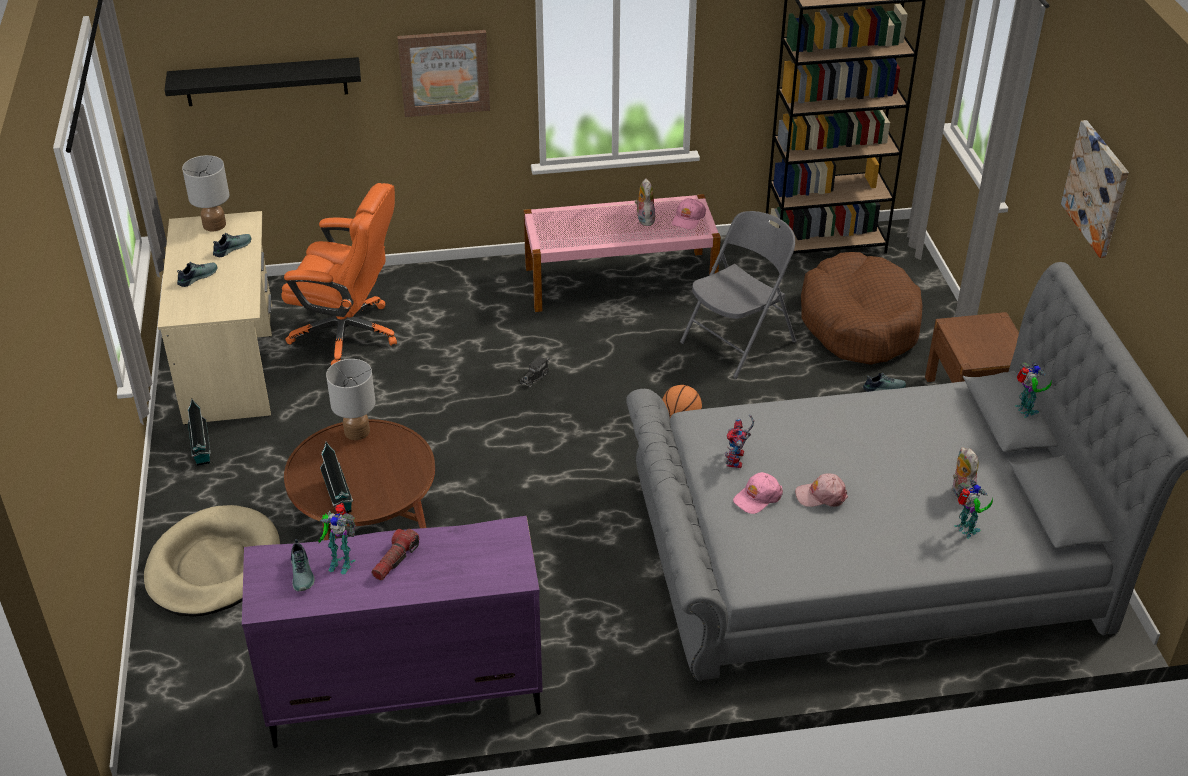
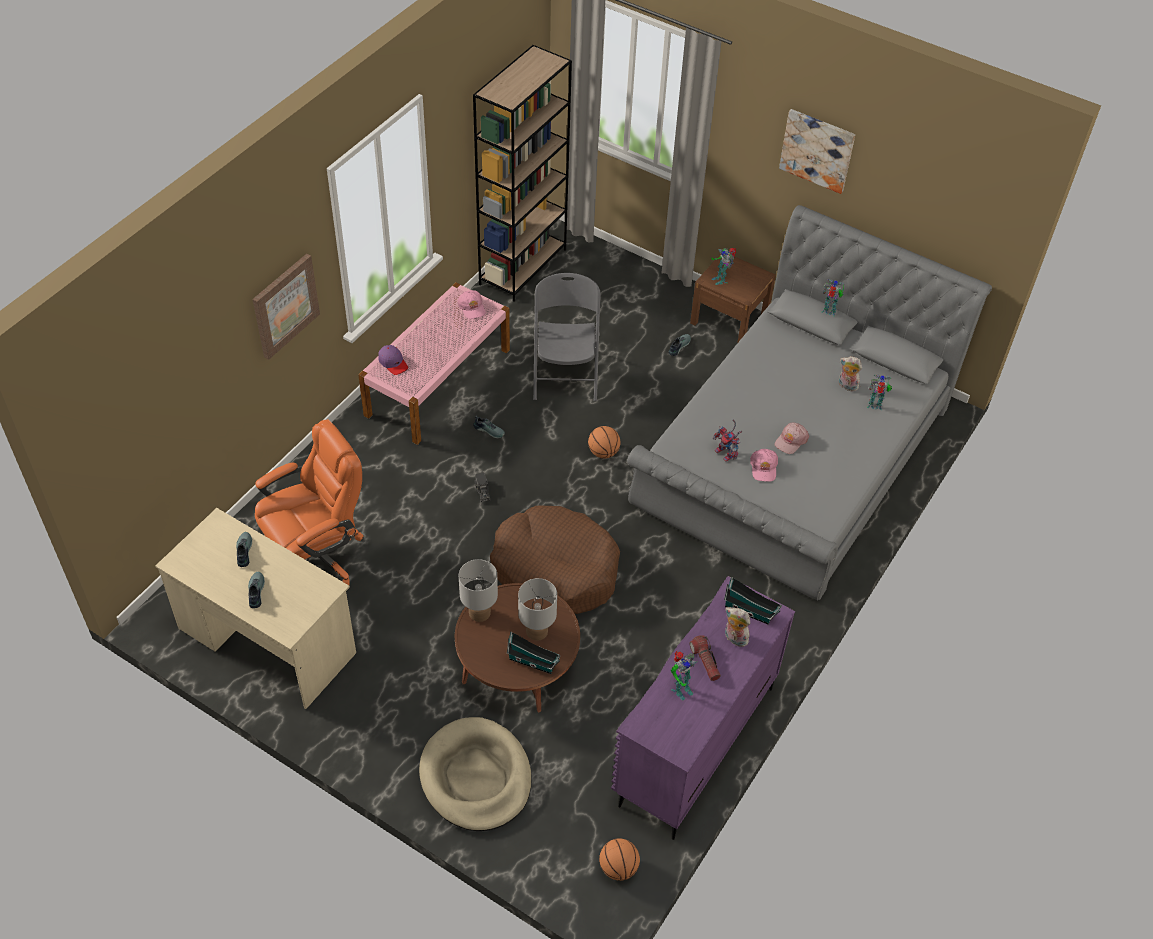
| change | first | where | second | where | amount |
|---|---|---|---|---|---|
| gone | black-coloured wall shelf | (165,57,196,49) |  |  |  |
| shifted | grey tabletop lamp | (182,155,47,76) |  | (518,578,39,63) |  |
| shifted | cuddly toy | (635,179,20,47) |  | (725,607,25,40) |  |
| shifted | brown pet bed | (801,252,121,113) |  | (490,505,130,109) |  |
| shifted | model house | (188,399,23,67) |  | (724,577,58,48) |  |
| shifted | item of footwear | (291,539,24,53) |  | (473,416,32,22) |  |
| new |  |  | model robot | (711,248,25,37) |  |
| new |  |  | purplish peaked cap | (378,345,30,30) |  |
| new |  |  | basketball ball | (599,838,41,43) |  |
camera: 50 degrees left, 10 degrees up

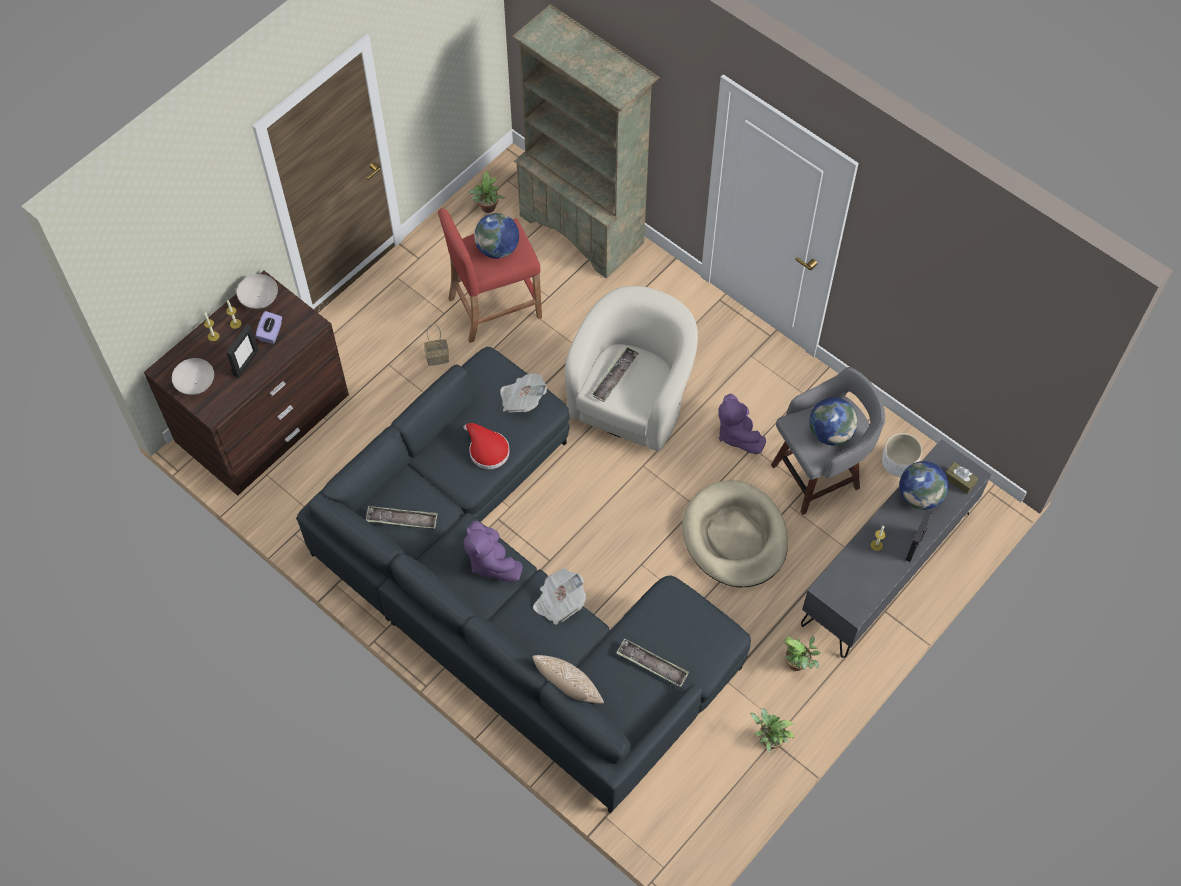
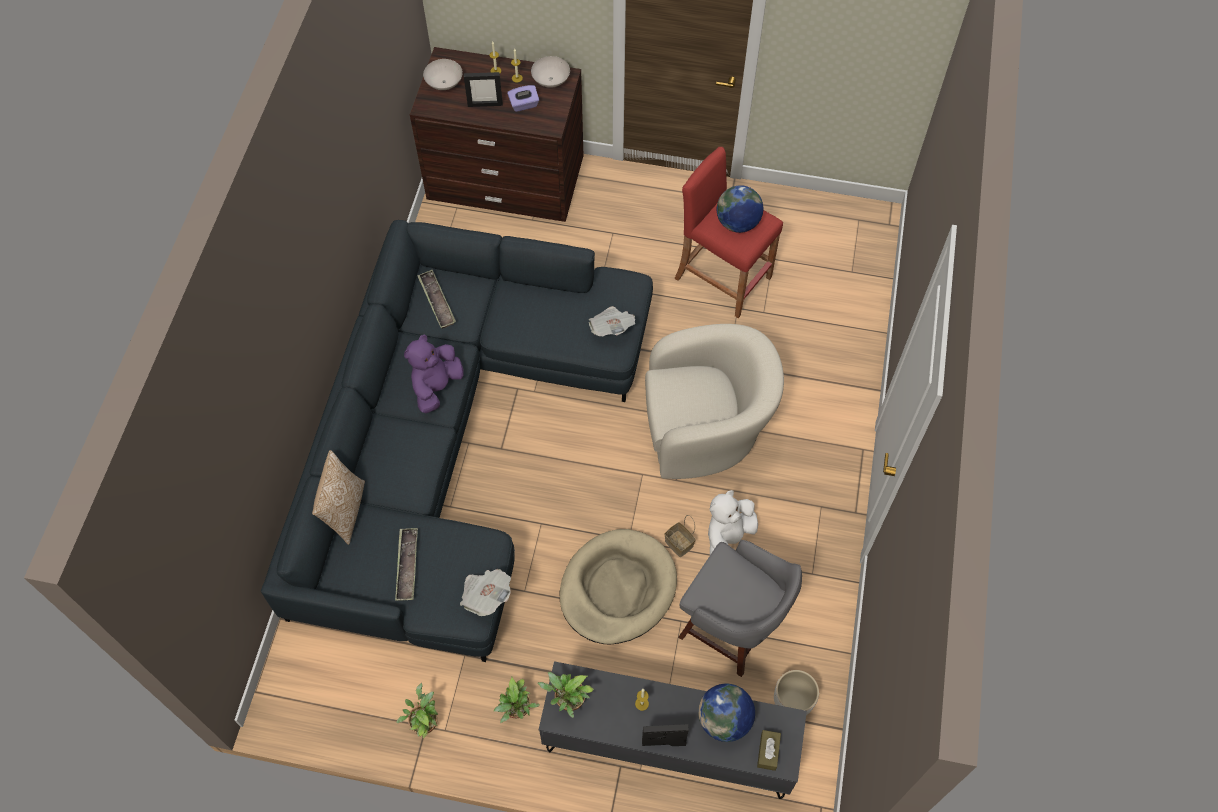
| change | first | where | second | where | amount |
|---|---|---|---|---|---|
| gone | green bookcase | (512,4,148,275) |  |  |  |
| shifted | houseplant | (468,171,37,42) |  | (538,672,56,46) |  |
| shifted | basket | (424,324,25,42) |  | (665,515,31,42) |  |
| gone | serving tray | (591,347,48,55) |  |  |  |
| repainted | purplish cuddly toy | (718,394,48,60) | white-coloured cuddly toy | (708,490,50,65) |  |
| gone | world globe | (809,398,49,47) |  |  |  |
| gone | reddish clothing hat | (463,423,47,46) |  |  |  |
| shifted | newspaper | (533,568,53,57) |  | (460,569,51,47) |  |
camera: 60 degrees right, 0 degrees up

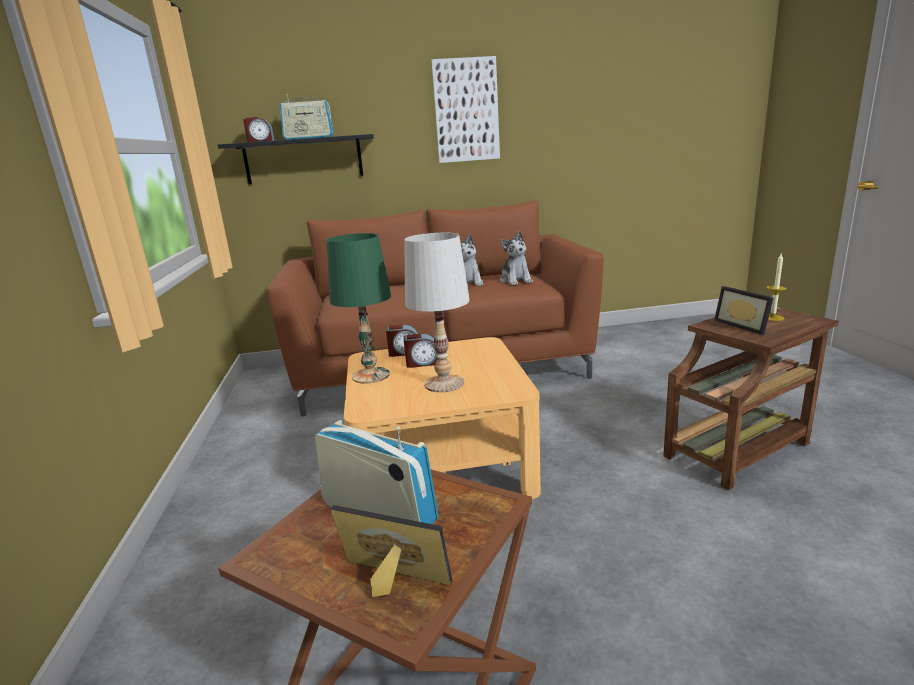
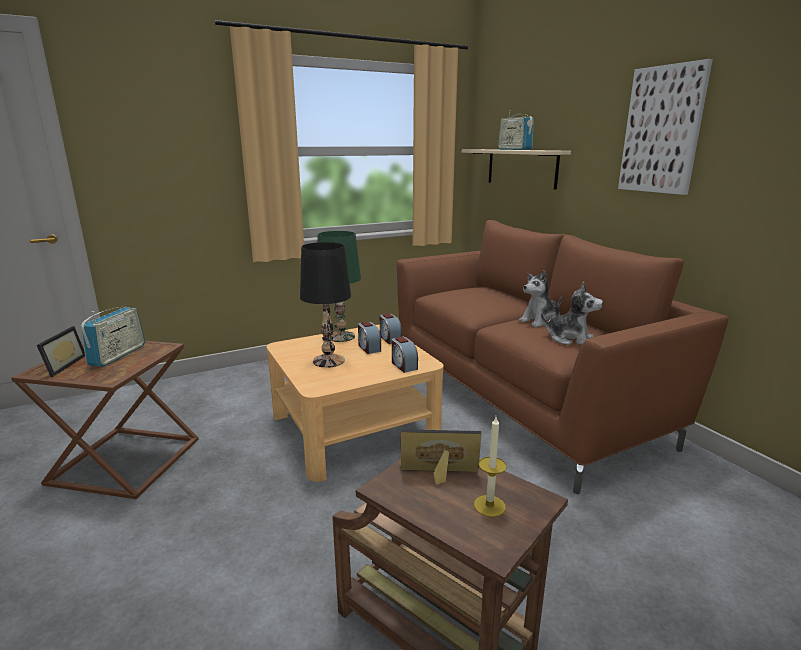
| change | first | where | second | where | amount |
|---|---|---|---|---|---|
| shifted | alarm clock | (243,117,32,25) |  | (392,337,26,36) |  |
| repainted | black-coloured wall shelf | (218,134,156,50) | beige-coloured wall shelf | (462,149,109,41) |  |
| rotated | cuddly toy | (500,231,33,54) |  | (541,282,62,63) | 120 degrees counterclockwise |
| repainted | white-coloured tabletop lamp | (404,233,66,159) | black-coloured tabletop lamp | (300,242,51,126) |  |
| rotated | standing frame | (714,286,60,49) |  | (401,429,81,56) | 45 degrees clockwise |
camera: 70 degrees right, 0 degrees up

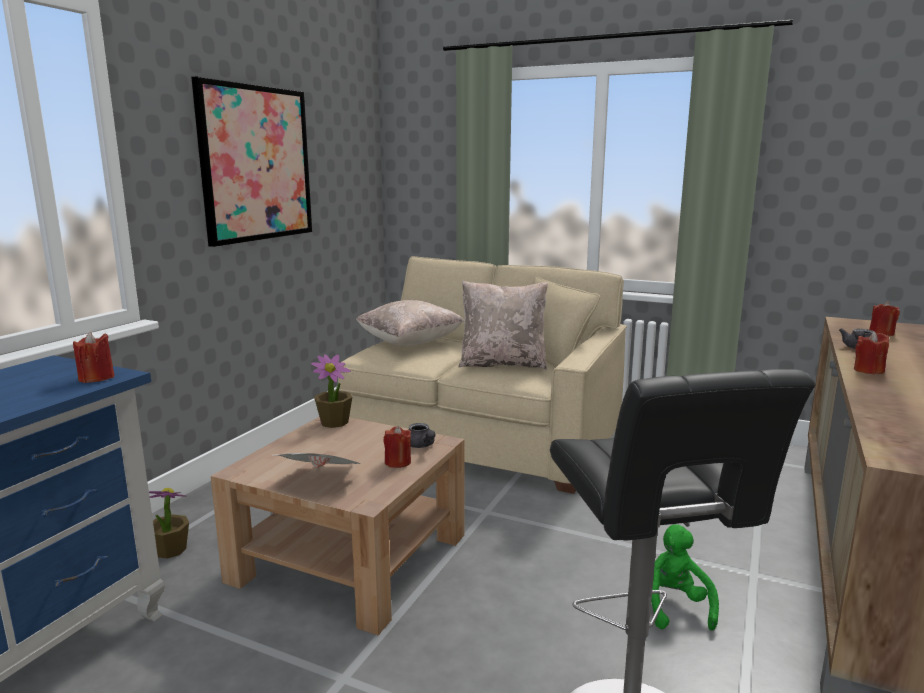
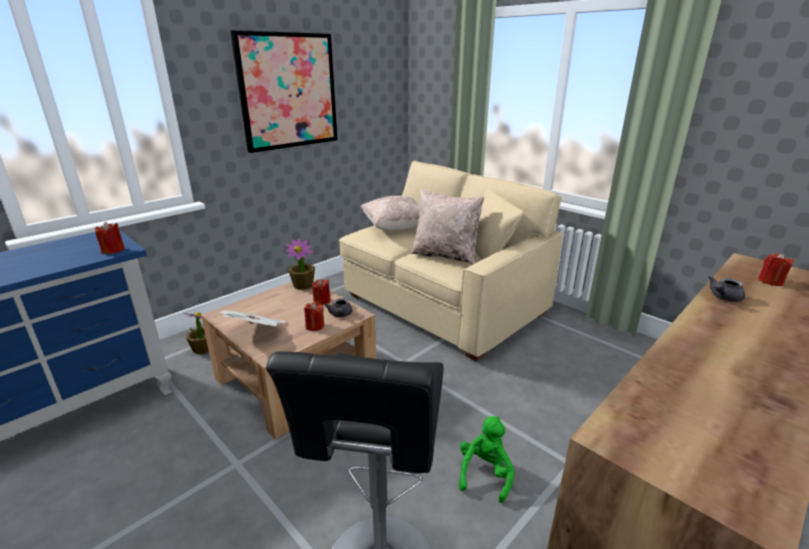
| change | first | where | second | where | amount |
|---|---|---|---|---|---|
| shifted | reddish wax candle | (854,332,35,42) |  | (312,278,19,27) |  |
camera: 20 degrees right, 10 degrees up

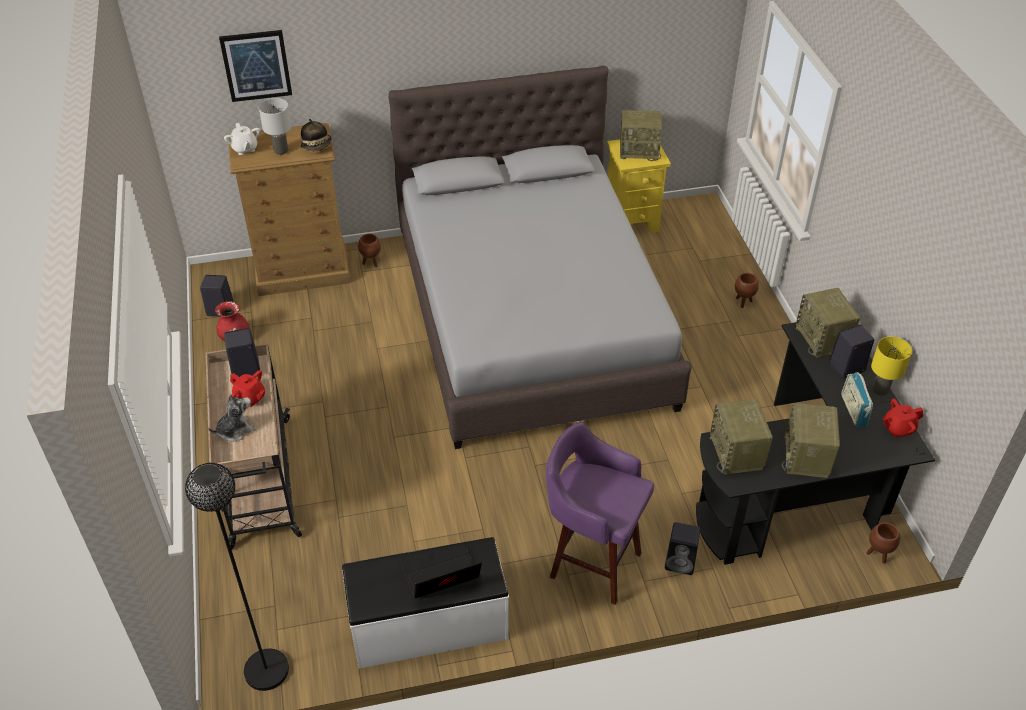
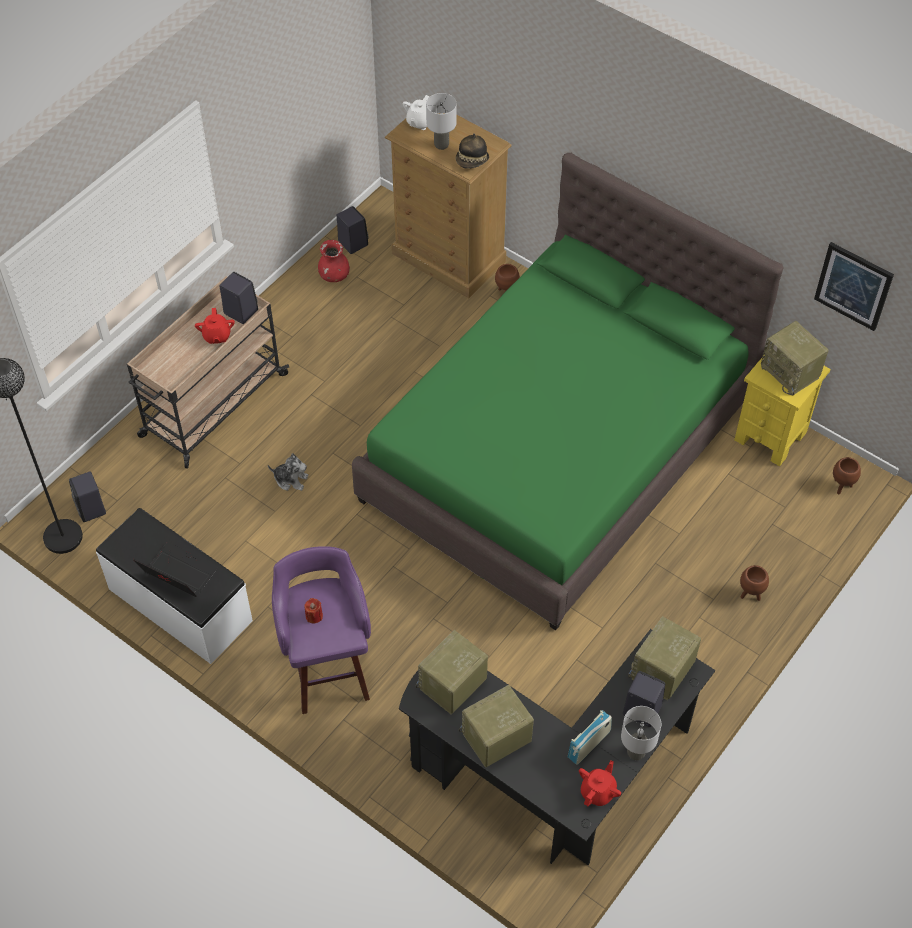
| change | first | where | second | where | amount |
|---|---|---|---|---|---|
| shifted | wall art | (219,30,73,72) |  | (814,242,80,89) |  |
| repainted | grey bedroom bed | (388,66,303,383) | green bedroom bed | (352,153,431,477) |  |
| repainted | yellow tabletop lamp | (871,336,41,60) | white-coloured tabletop lamp | (621,706,40,54) |  |
| shifted | cuddly toy | (208,393,47,49) |  | (268,453,40,38) |  |
| rotated | reddish tea pot | (883,399,40,39) |  | (579,760,42,46) | 90 degrees clockwise |
| shifted | black-coloured loudspeaker | (665,522,35,53) |  | (69,471,37,51) |  |
| shifted | brown planter | (867,522,33,42) |  | (833,457,28,37) |  |
| new |  |  | reddish wax candle | (304,598,19,25) |  |
camera: 50 degrees right, 10 degrees up

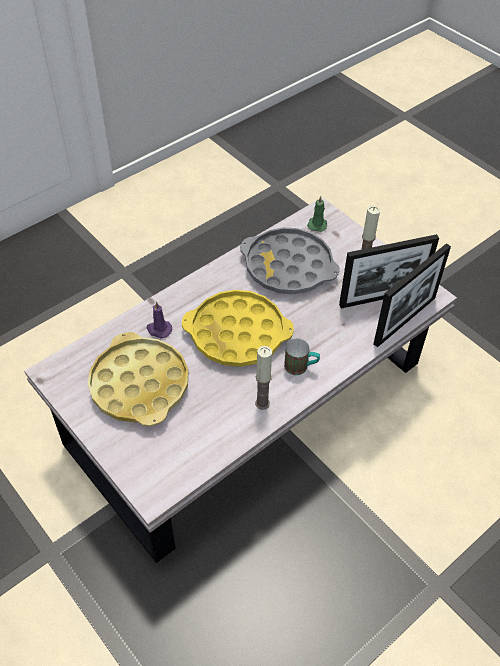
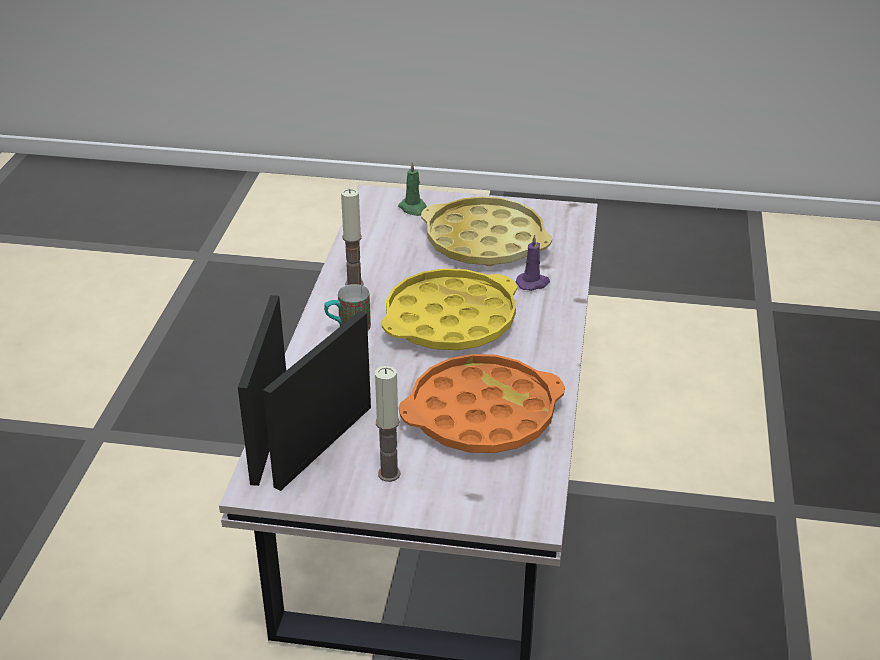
| change | first | where | second | where | amount |
|---|---|---|---|---|---|
| shifted | green wax candle | (307,196,20,36) |  | (398,162,29,54) |  |
| repainted | grey serving tray | (240,227,100,67) | orangey serving tray | (399,354,166,99) |  |
camera: 140 degrees right, 15 degrees down

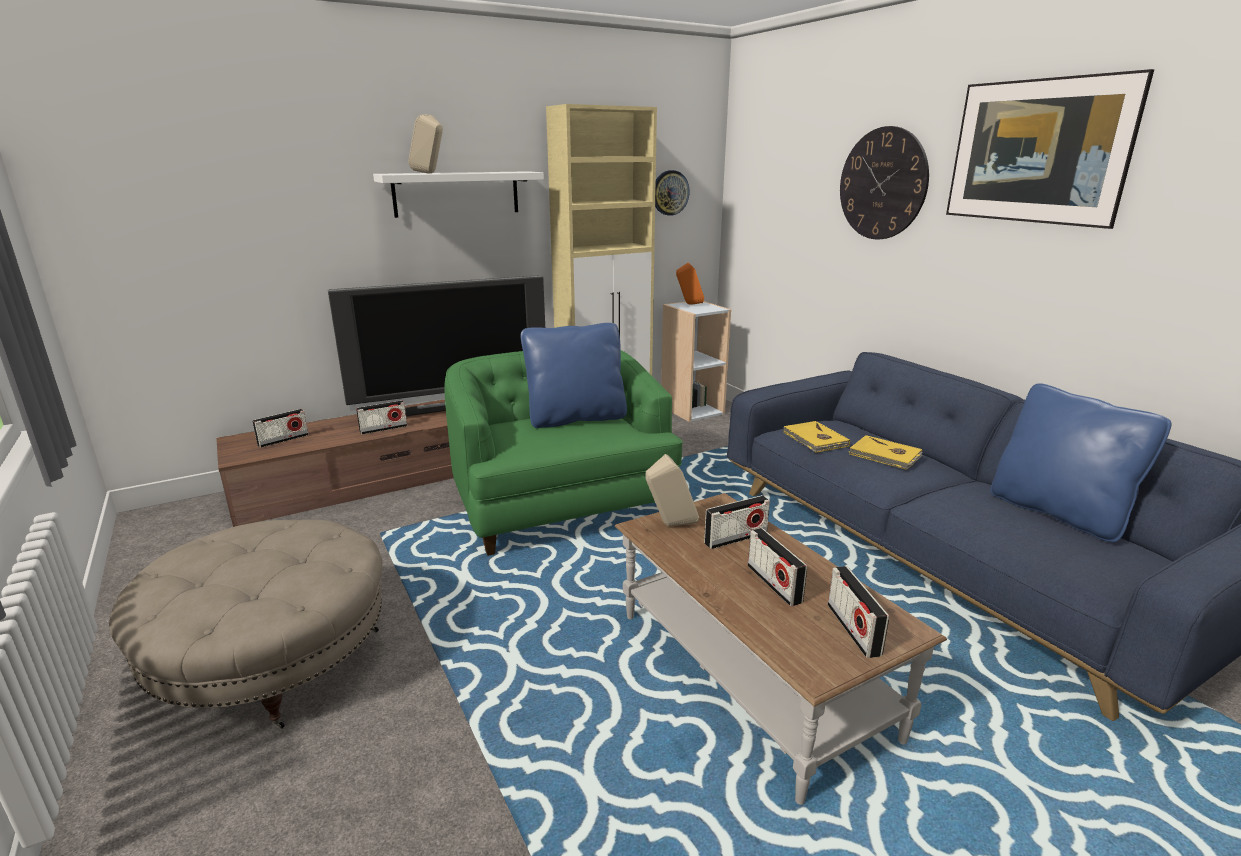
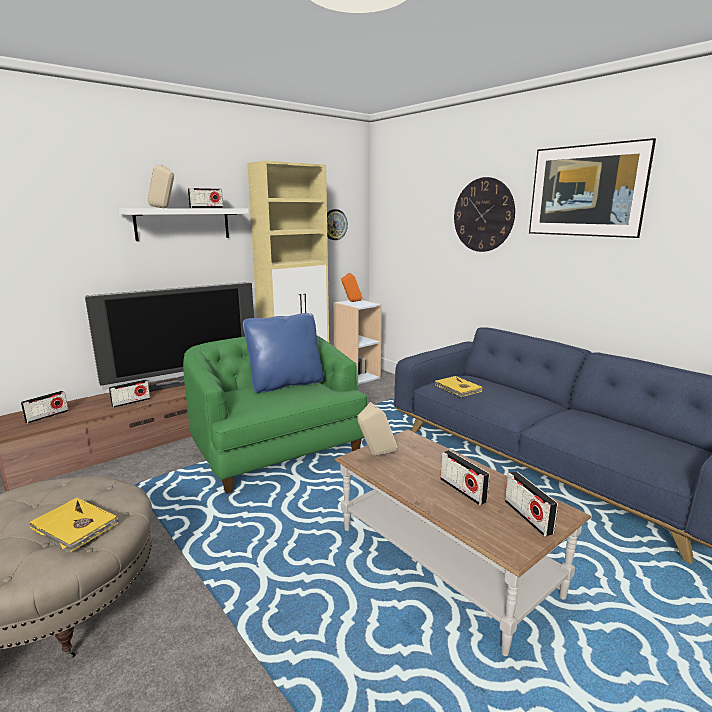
| change | first | where | second | where | amount |
|---|---|---|---|---|---|
| gone | blue cushion | (990,383,181,159) |  |  |  |
| shifted | yellow volume | (849,435,74,35) |  | (29,498,89,54) |  |
| shifted | radio | (704,495,66,54) |  | (188,188,35,20) |  |
camera: 10 degrees left, 5 degrees down

